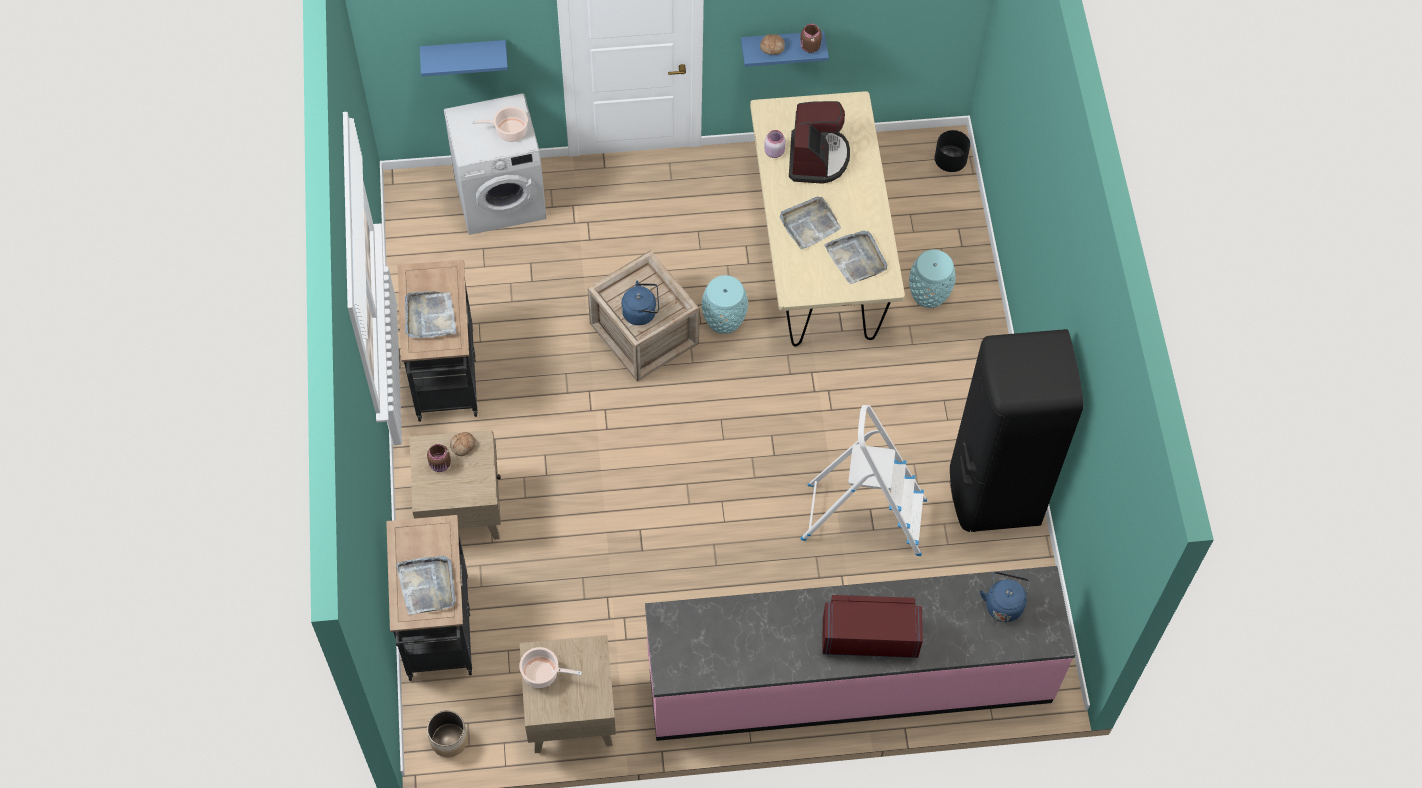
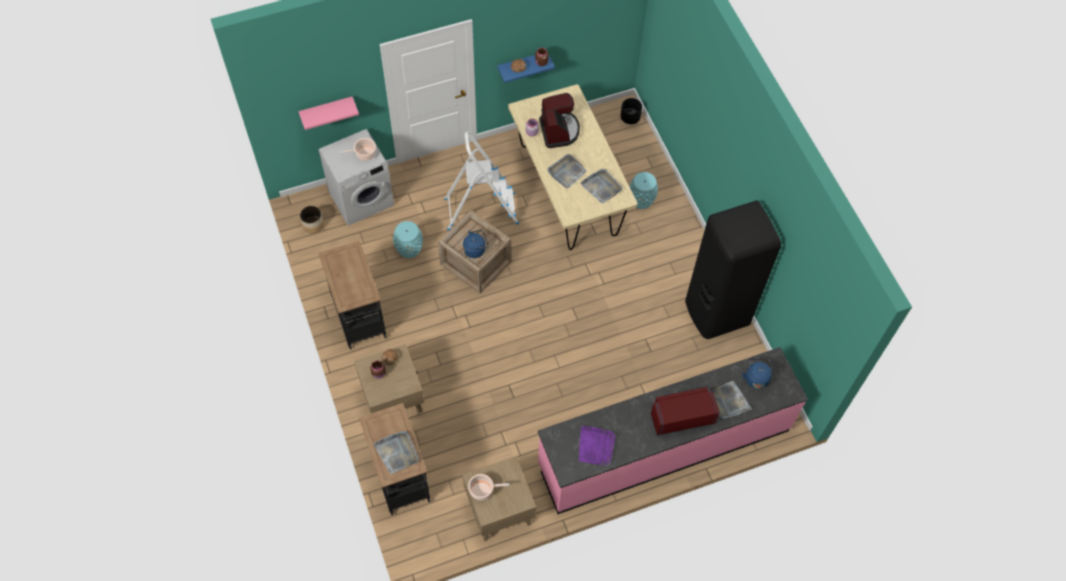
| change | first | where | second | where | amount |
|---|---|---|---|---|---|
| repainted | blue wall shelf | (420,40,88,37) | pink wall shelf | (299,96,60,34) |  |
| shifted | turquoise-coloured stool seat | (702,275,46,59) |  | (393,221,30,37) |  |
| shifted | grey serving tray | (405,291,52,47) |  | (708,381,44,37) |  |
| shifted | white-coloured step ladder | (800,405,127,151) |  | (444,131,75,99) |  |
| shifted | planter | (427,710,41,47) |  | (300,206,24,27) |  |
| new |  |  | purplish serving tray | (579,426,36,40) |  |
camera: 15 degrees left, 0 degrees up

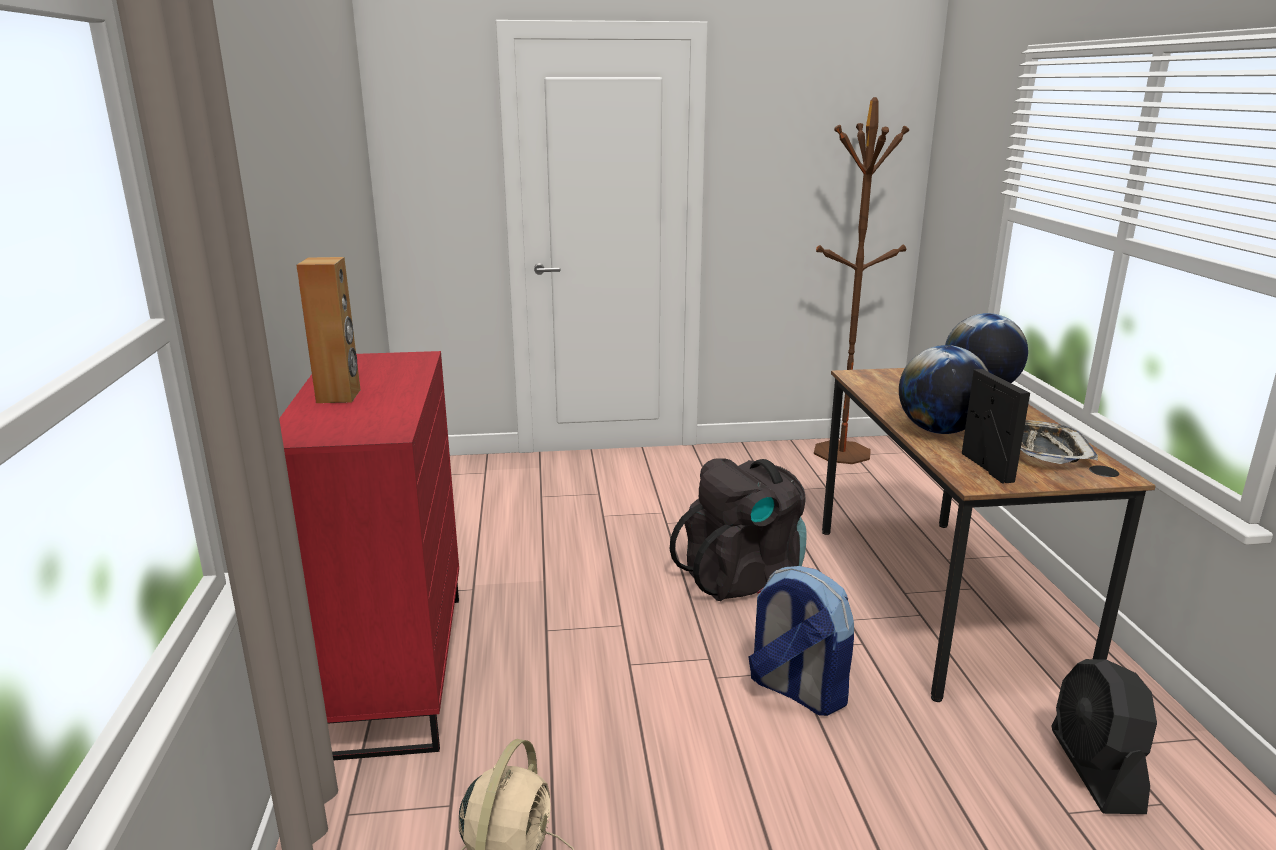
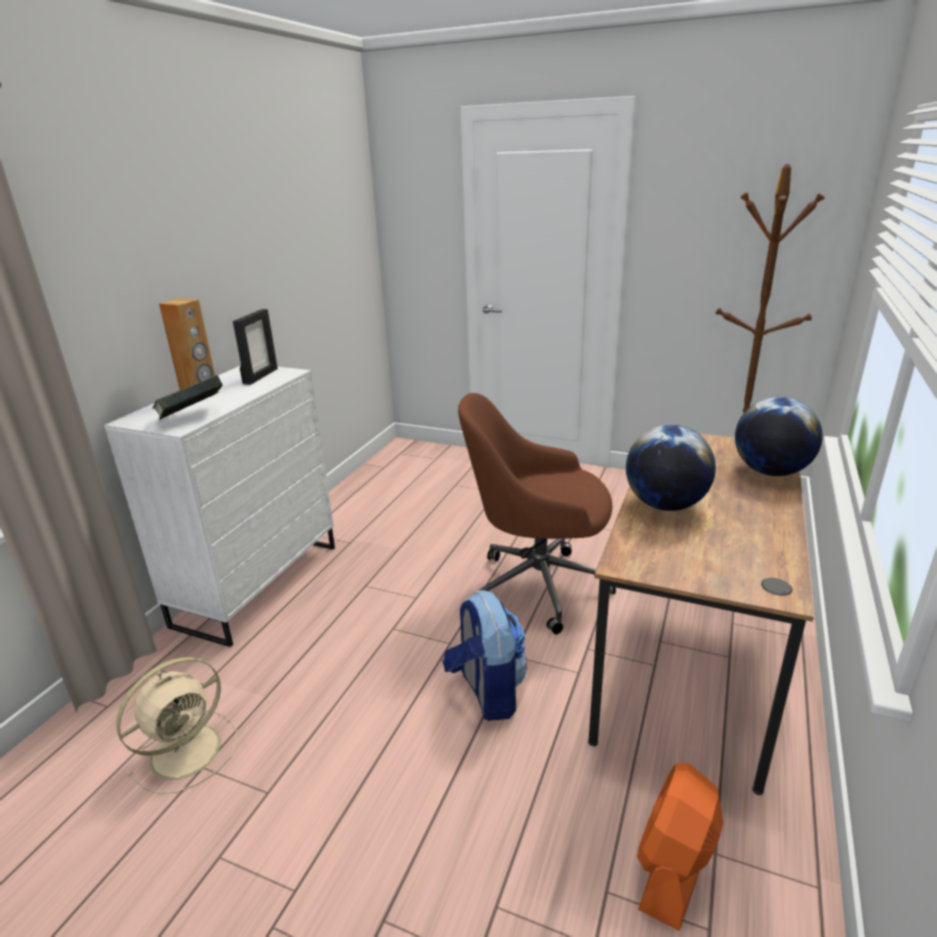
| change | first | where | second | where | amount |
|---|---|---|---|---|---|
| repainted | reddish chest of drawers | (279,351,180,409) | white-coloured chest of drawers | (104,366,231,281) |  |
| shifted | standing frame | (962,369,68,115) |  | (233,309,45,76) |  |
| gone | serving tray | (1021,420,77,44) |  |  |  |
| swapped | black-coloured knapsack | (670,459,137,142) | brown computer chair | (458,393,158,241) |  |
| repainted | black-coloured cooling fan | (1052,659,105,155) | orangey cooling fan | (637,763,86,168) |  |
| new |  |  | volume | (153,375,70,45) |  |
camera: 30 degrees right, 5 degrees up

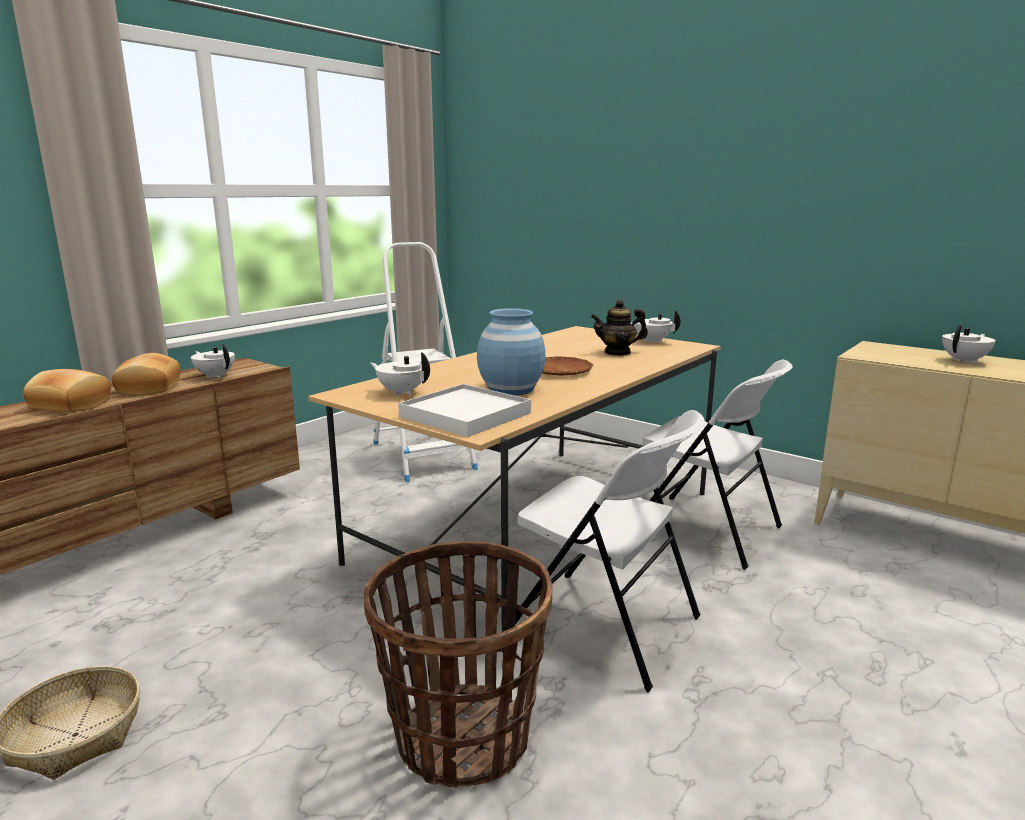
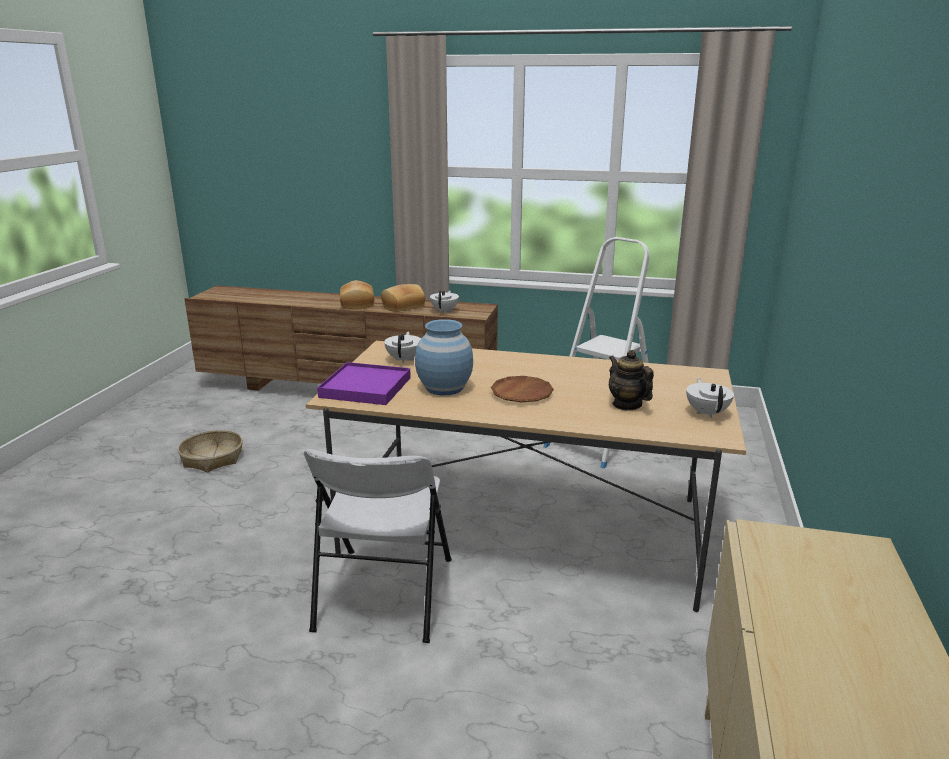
| change | first | where | second | where | amount |
|---|---|---|---|---|---|
| gone | white-coloured tea pot | (942,324,54,40) |  |  |  |
| gone | white-coloured chair | (642,360,151,210) |  |  |  |
| repainted | white-coloured serving tray | (398,384,133,53) | purplish serving tray | (317,362,94,43) |  |
| gone | basket | (364,541,188,247) |  |  |  |
camera: 65 degrees right, 5 degrees up

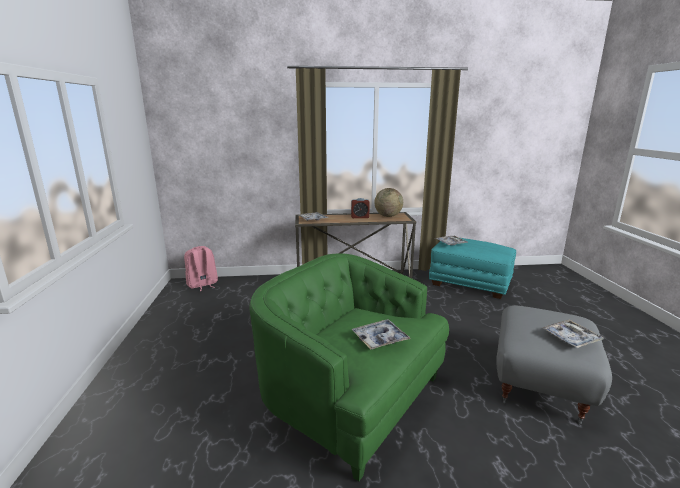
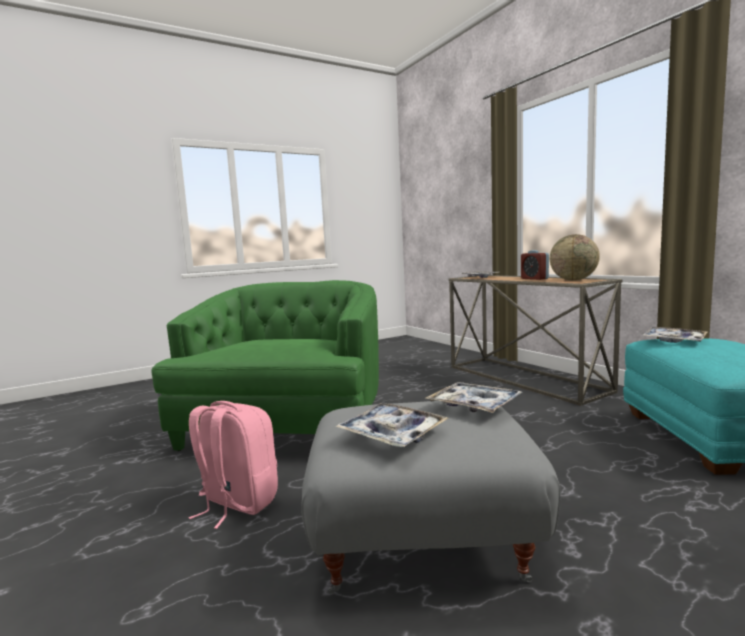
| change | first | where | second | where | amount |
|---|---|---|---|---|---|
| shifted | pink knapsack | (184,246,34,45) |  | (189,401,89,128) |  |
| shifted | serving tray | (352,319,59,31) |  | (426,382,96,31) |  |
camera: 65 degrees right, 10 degrees down

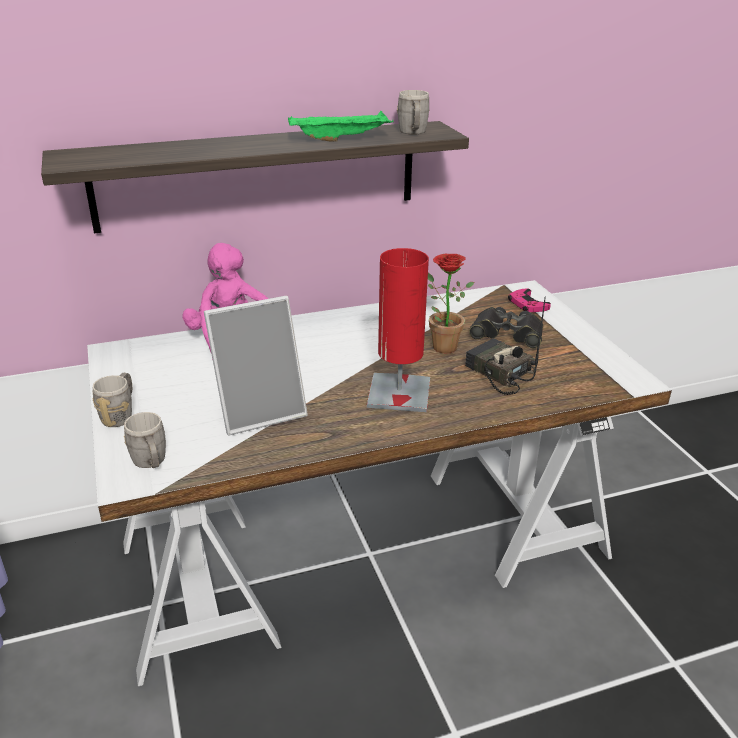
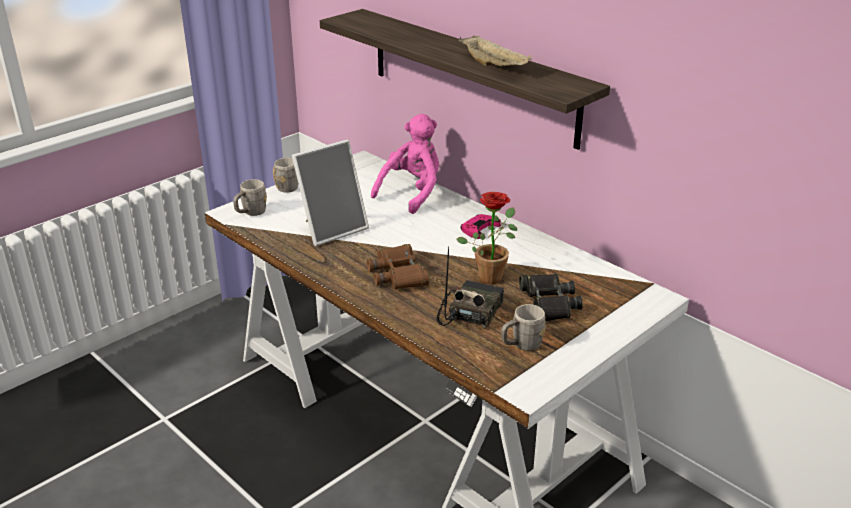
| change | first | where | second | where | amount |
|---|---|---|---|---|---|
| shifted | grey coffee mug | (397,90,32,45) |  | (501,304,45,47) |  |
| repainted | green serving tray | (288,111,106,31) | beige-coloured serving tray | (459,35,73,32) |  |
| swapped | reddish tabletop lamp | (367,248,63,164) | brown pair of binoculars | (367,244,62,45) |  |
| shifted | pink game controller | (508,288,43,24) |  | (461,214,40,25) |  |
| rotated | standing frame | (204,296,104,140) |  | (292,140,77,106) | 75 degrees counterclockwise |
camera: 65 degrees right, 0 degrees up

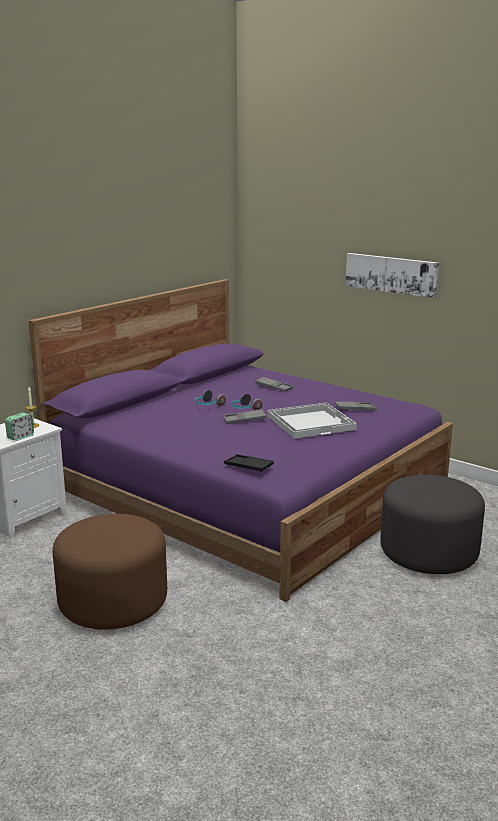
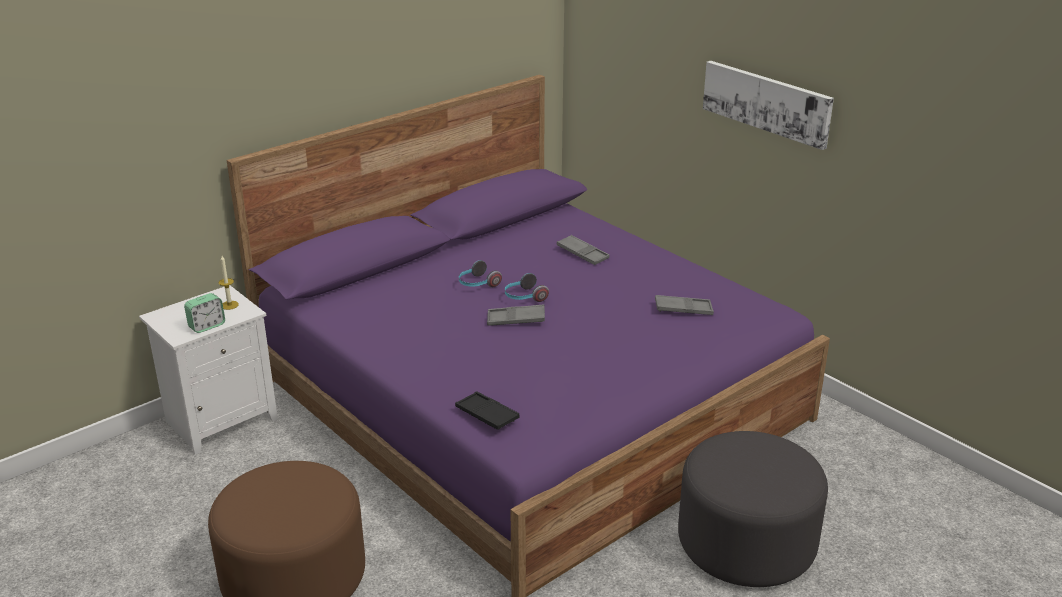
| change | first | where | second | where | amount |
|---|---|---|---|---|---|
| gone | white-coloured serving tray | (267,403,90,36) |  |  |  |
camera: 10 degrees right, 10 degrees up

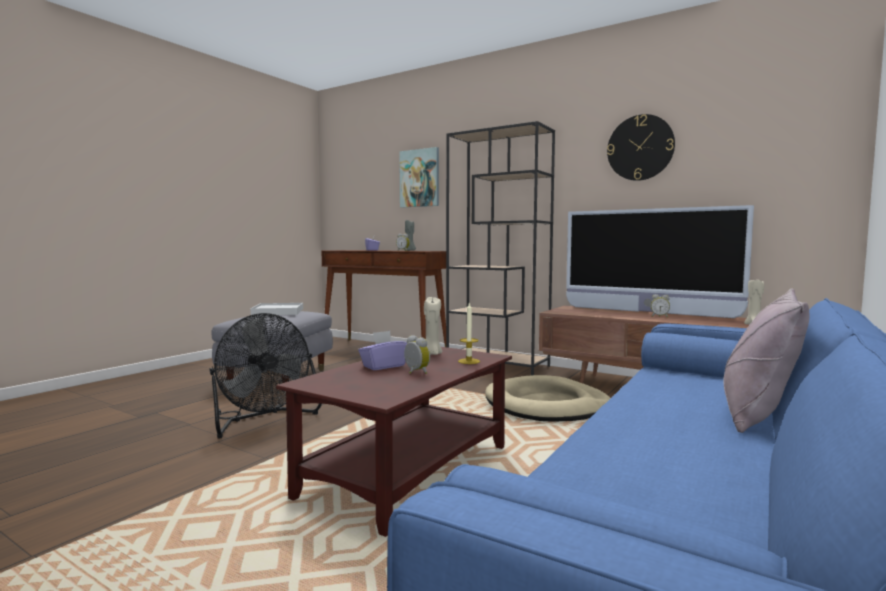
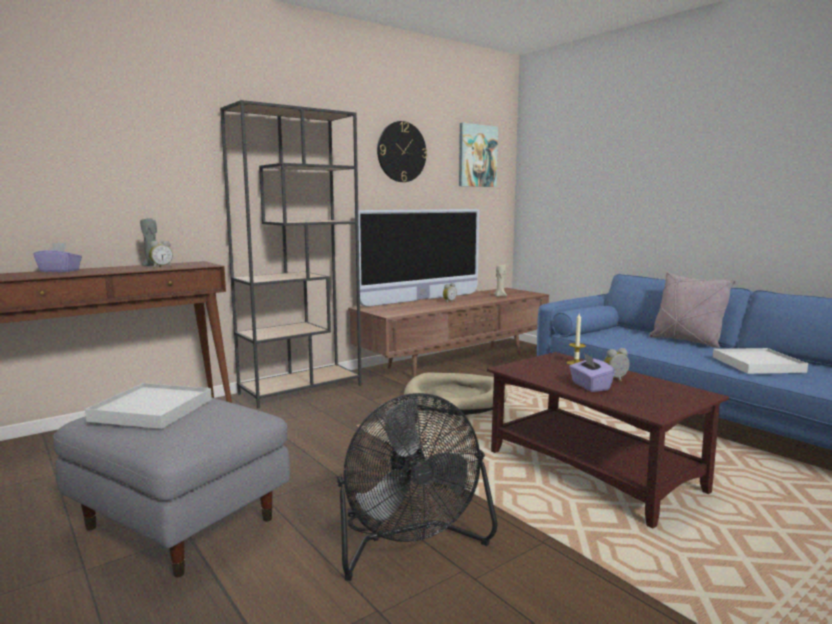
| change | first | where | second | where | amount |
|---|---|---|---|---|---|
| shifted | wall art | (399,147,40,61) |  | (459,123,39,64) |  |
| gone | beige-coloured wax candle | (424,296,18,59) |  |  |  |
| rotated | black-coloured cooling fan | (210,313,112,126) |  | (337,393,160,188) | 90 degrees clockwise |
| new |  |  | white-coloured serving tray | (713,348,95,26) |  |
camera: 70 degrees left, 5 degrees up

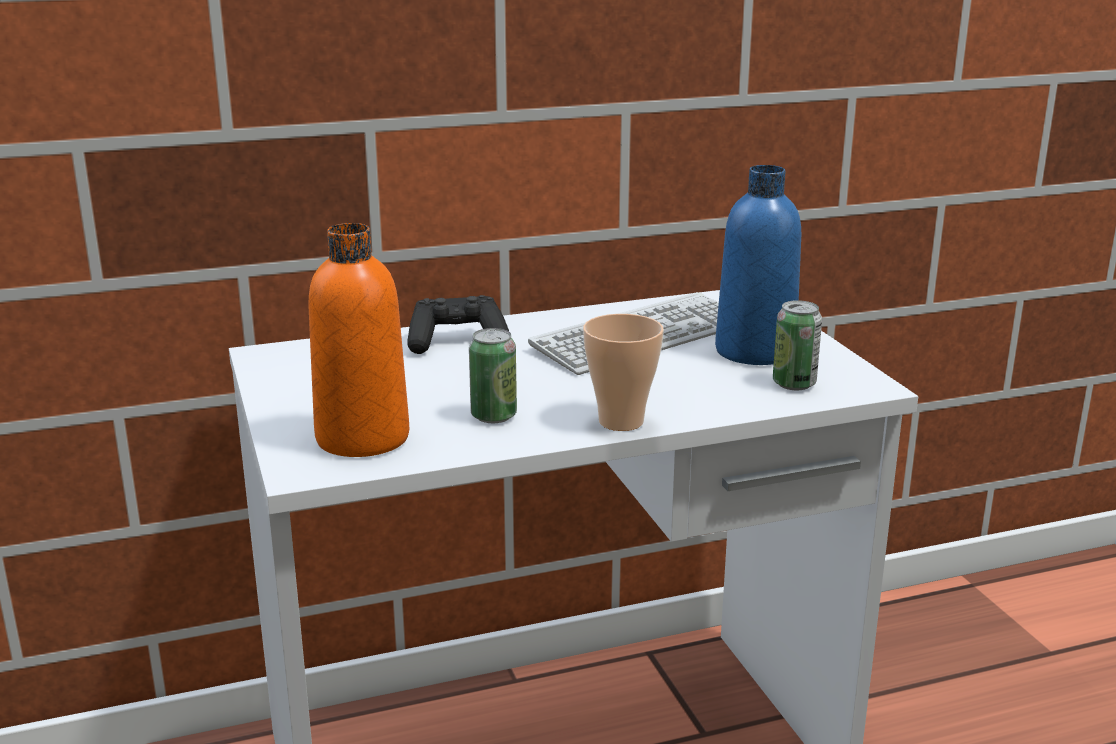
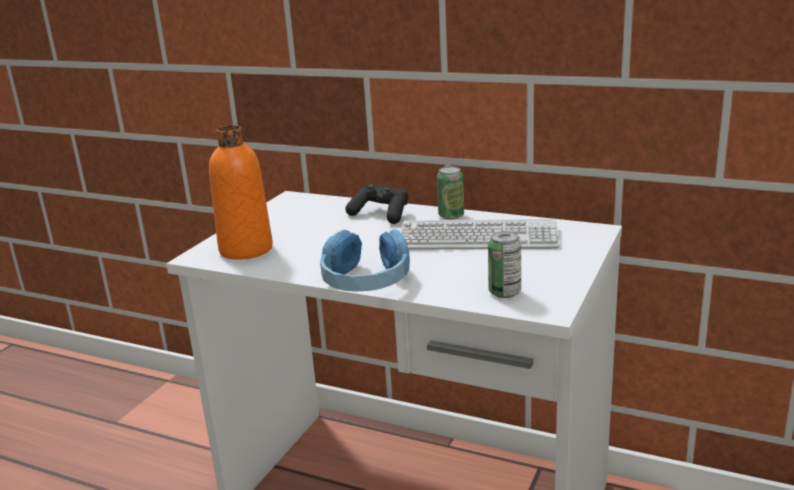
| change | first | where | second | where | amount |
|---|---|---|---|---|---|
| gone | blue drink bottle | (715,165,86,200) |  |  |  |
| swapped | cup | (583,314,81,117) | blue headphones | (320,229,90,63) |  |
| shifted | can | (469,328,48,95) |  | (437,166,27,54) |  |
camera: 45 degrees right, 0 degrees up

